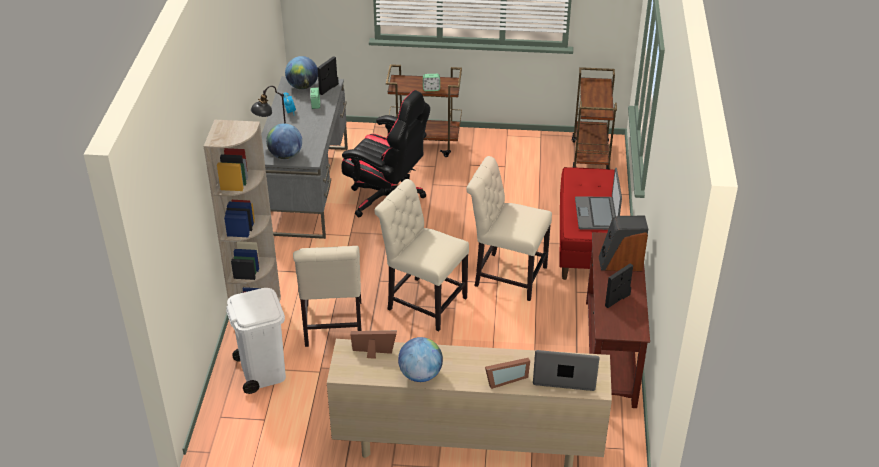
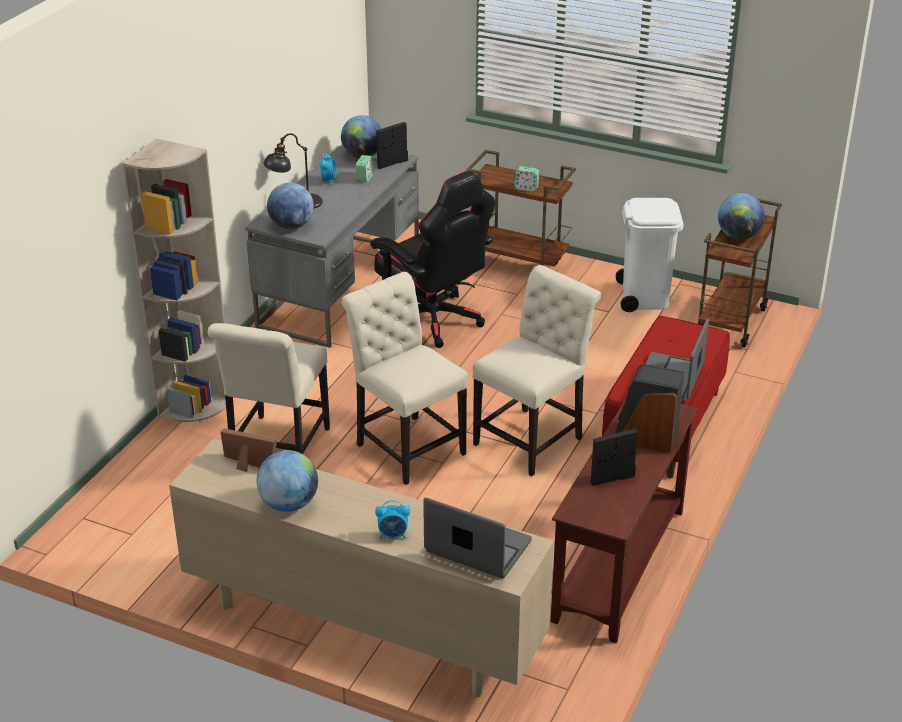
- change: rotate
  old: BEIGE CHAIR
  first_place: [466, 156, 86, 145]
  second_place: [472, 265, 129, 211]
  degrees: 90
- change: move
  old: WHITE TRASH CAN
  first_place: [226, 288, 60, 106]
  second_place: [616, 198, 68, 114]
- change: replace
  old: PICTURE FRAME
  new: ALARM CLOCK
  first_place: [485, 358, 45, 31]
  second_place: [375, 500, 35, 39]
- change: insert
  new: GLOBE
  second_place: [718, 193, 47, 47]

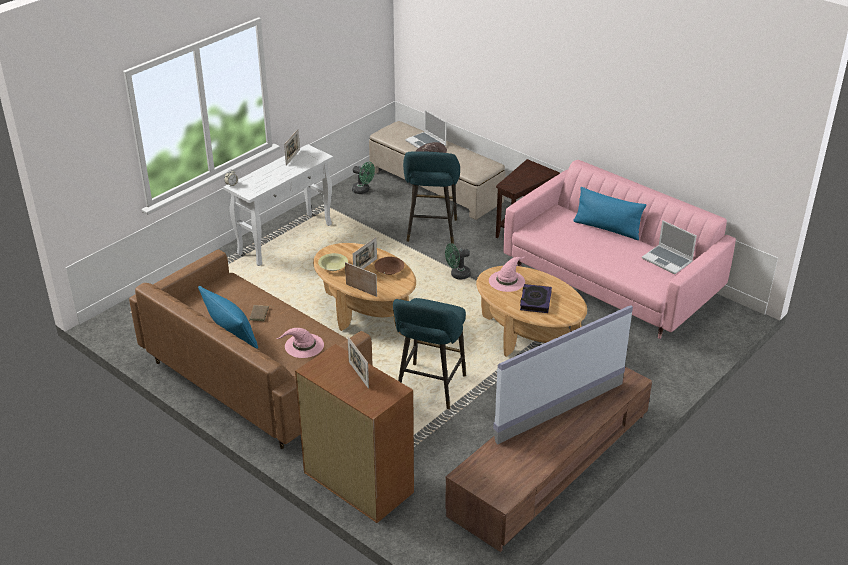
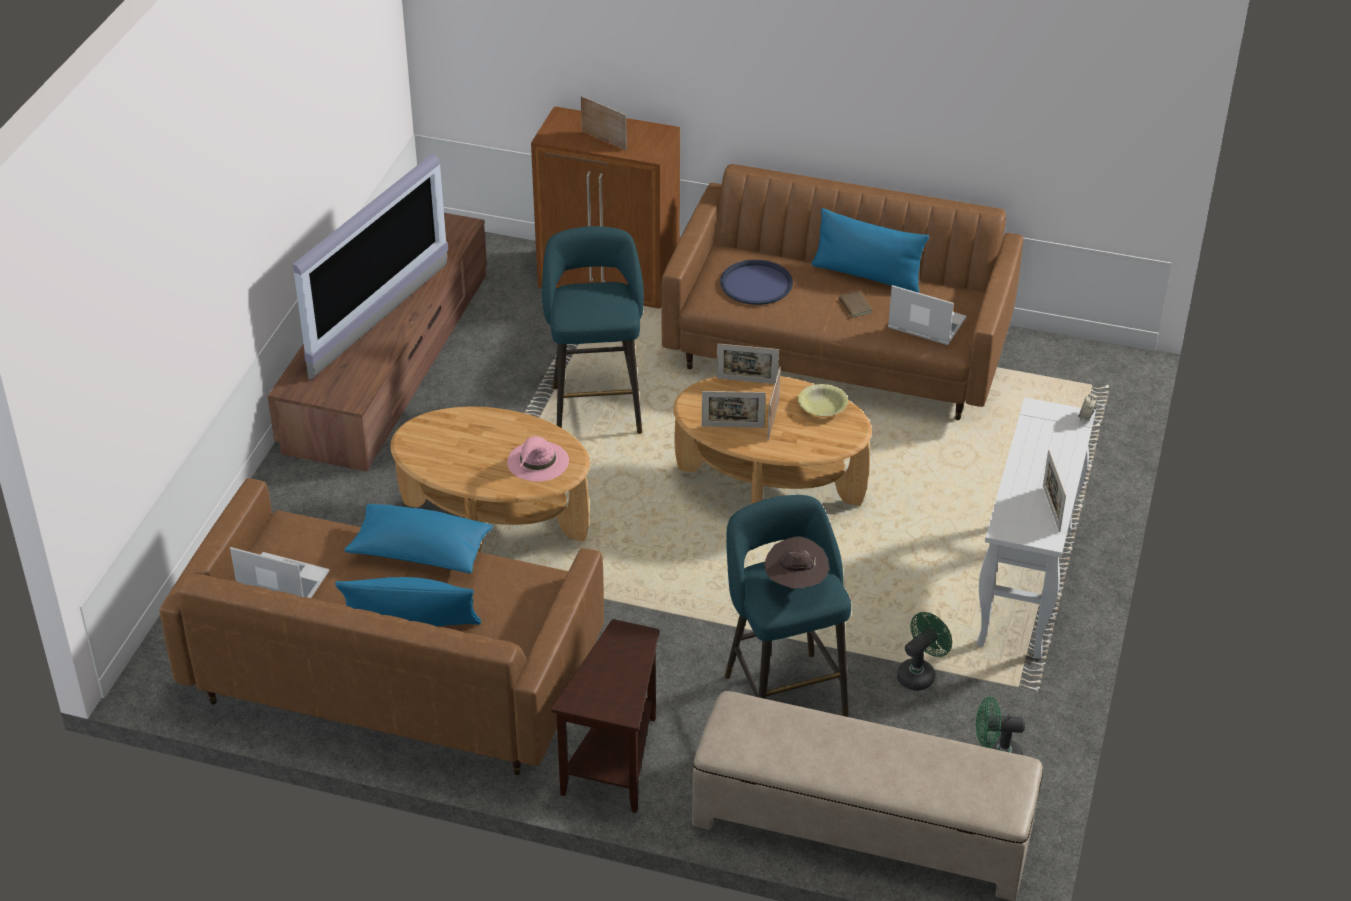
- change: move
  old: LAPTOP
  first_place: [405, 110, 42, 38]
  second_place: [888, 285, 78, 60]
- change: recolor
  old: PINK SOFA
  new: BROWN SOFA
  first_place: [503, 160, 233, 179]
  second_place: [159, 478, 445, 297]
- change: move
  old: GREEN FAN
  first_place: [445, 243, 26, 37]
  second_place: [897, 612, 55, 79]
- change: replace
  old: BROWN BOWL
  new: PICTURE FRAME
  first_place: [375, 257, 29, 18]
  second_place: [702, 391, 64, 37]
- change: delete
  old: BOOK
  first_place: [520, 284, 32, 29]
- change: replace
  old: PINK HAT
  new: BLUE TRAY
  first_place: [276, 328, 48, 30]
  second_place: [720, 260, 73, 45]
- change: insert
  new: BLUE PILLOW
  second_place: [344, 504, 149, 69]

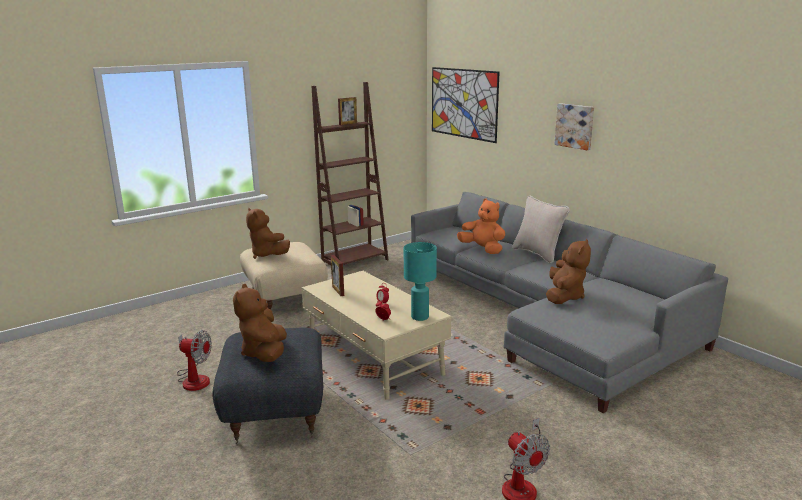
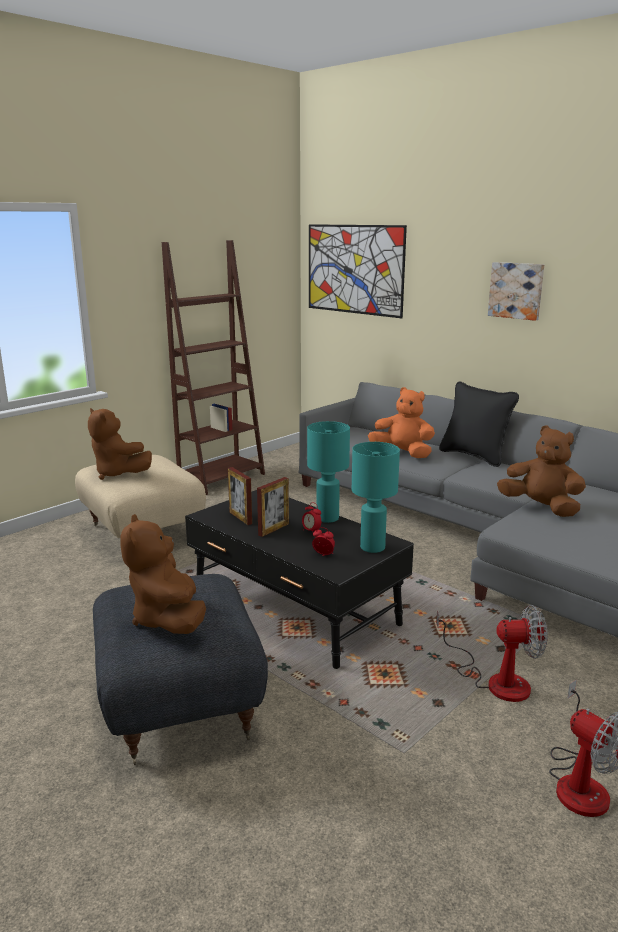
- change: move
  old: PICTURE FRAME
  first_place: [338, 97, 19, 28]
  second_place: [257, 477, 32, 60]
- change: recolor
  old: BEIGE PILLOW
  new: BLACK PILLOW
  first_place: [512, 196, 57, 68]
  second_place: [439, 382, 80, 85]
- change: rotate
  old: BROWN PLUSH TOY
  first_place: [546, 239, 45, 65]
  second_place: [497, 426, 89, 91]
  degrees: -60
- change: recolor
  old: BEIGE COFFEE TABLE
  new: BLACK COFFEE TABLE
  first_place: [301, 271, 150, 129]
  second_place: [185, 490, 229, 179]
- change: move
  old: FAN
  first_place: [177, 330, 35, 61]
  second_place: [436, 605, 112, 97]
- change: insert
  new: TURQUOISE TABLE LAMP
  second_place: [307, 421, 43, 102]

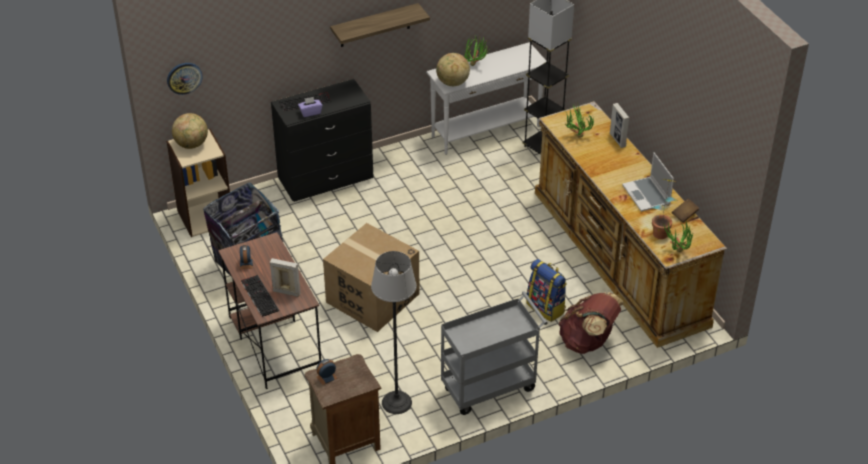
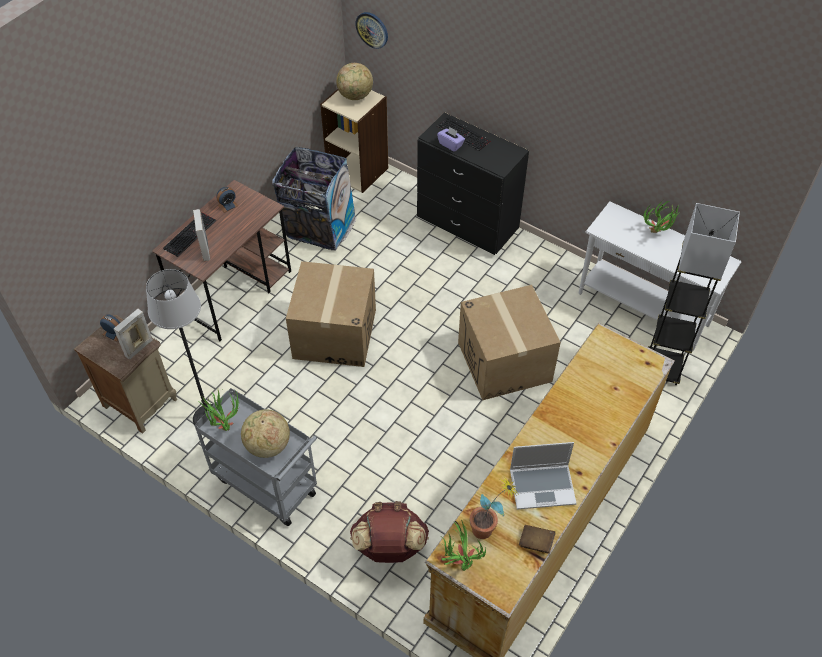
- change: delete
  old: SHELF
  first_place: [330, 3, 100, 44]
- change: move
  old: GLOBE
  first_place: [436, 53, 34, 33]
  second_place: [241, 409, 49, 49]
- change: move
  old: POTTED PLANT
  first_place: [565, 102, 29, 36]
  second_place: [197, 390, 42, 41]
- change: move
  old: PICTURE FRAME
  first_place: [610, 103, 19, 45]
  second_place: [114, 309, 39, 51]
- change: rotate
  old: LAPTOP
  first_place: [622, 152, 52, 60]
  second_place: [510, 442, 67, 68]
  degrees: -135
- change: delete
  old: BACKPACK
  first_place: [526, 259, 41, 63]
- change: insert
  new: CARDBOARD BOX
  second_place: [458, 285, 103, 115]

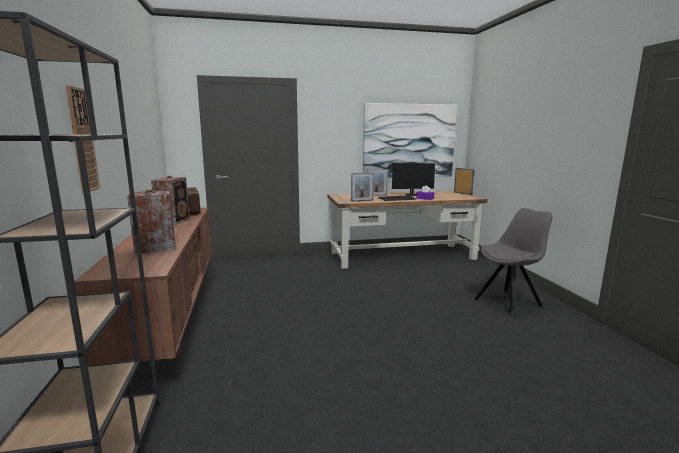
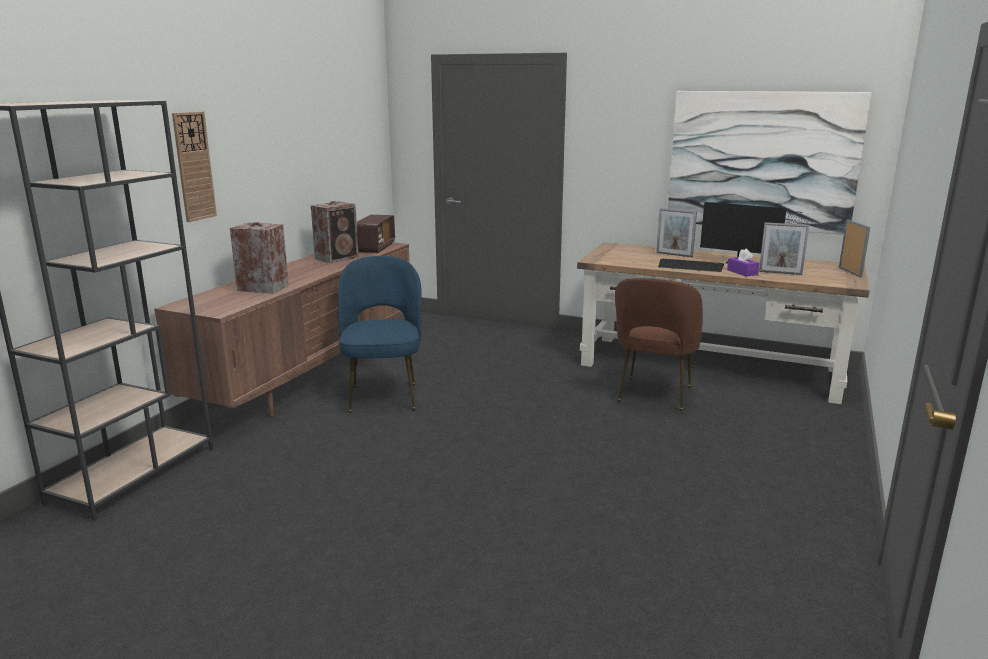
- change: move
  old: PICTURE FRAME
  first_place: [351, 172, 23, 30]
  second_place: [759, 222, 50, 53]
- change: delete
  old: GREY CHAIR
  first_place: [474, 208, 79, 109]
- change: insert
  new: BLUE CHAIR
  second_place: [338, 256, 84, 157]
- change: insert
  new: BROWN CHAIR
  second_place: [615, 278, 88, 133]

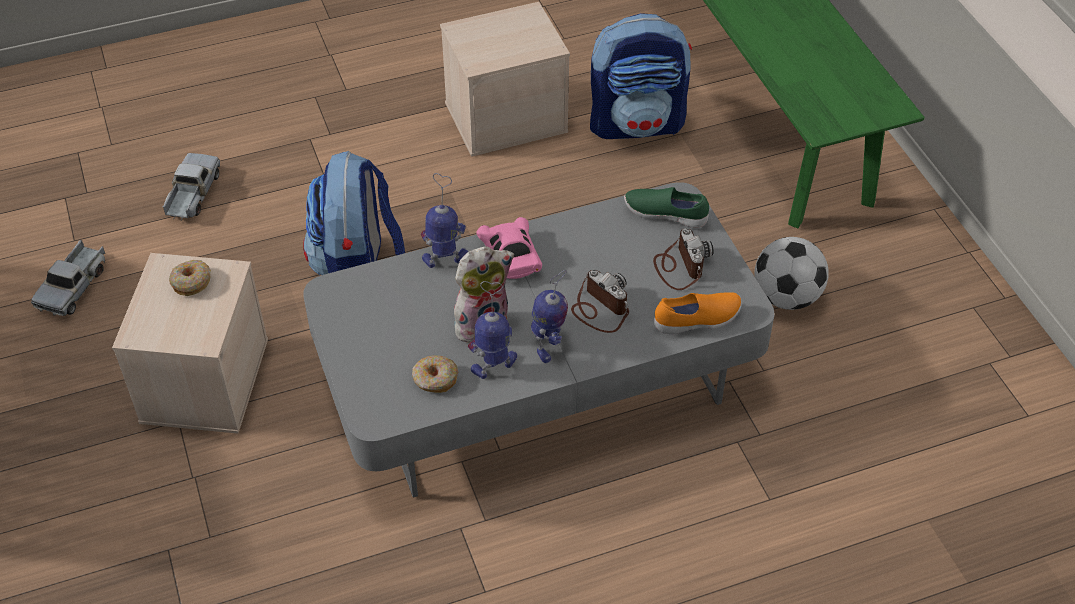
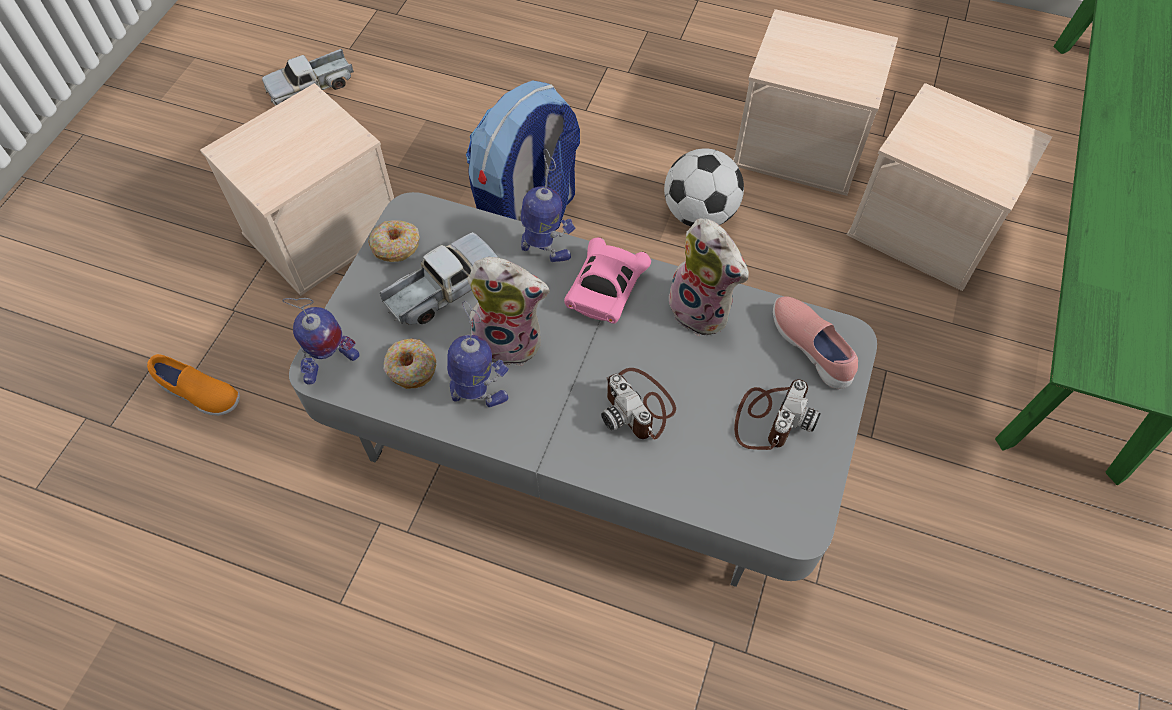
- change: replace
  old: BACKPACK
  new: BEIGE STORAGE BOX
  first_place: [590, 13, 102, 126]
  second_place: [847, 83, 205, 208]
- change: move
  old: TOY TRUCK
  first_place: [163, 153, 57, 67]
  second_place: [380, 232, 119, 93]
- change: recolor
  old: GREEN SHOE
  new: PINK SHOE
  first_place: [624, 187, 85, 41]
  second_place: [773, 296, 85, 93]
- change: move
  old: FOOTBALL
  first_place: [755, 237, 74, 73]
  second_place: [664, 148, 80, 79]
- change: move
  old: DONUT
  first_place: [169, 260, 42, 36]
  second_place: [368, 220, 52, 42]
- change: move
  old: TOY ROBOT
  first_place: [531, 270, 37, 93]
  second_place: [282, 298, 78, 87]
- change: rotate
  old: PHOTO CAMERA
  first_place: [571, 270, 58, 63]
  second_place: [601, 368, 75, 72]
  degrees: 150
- change: move
  old: ORANGE SHOE
  first_place: [654, 292, 88, 42]
  second_place: [147, 354, 93, 62]
- change: insert
  new: PLUSH TOY
  second_place: [663, 218, 86, 118]

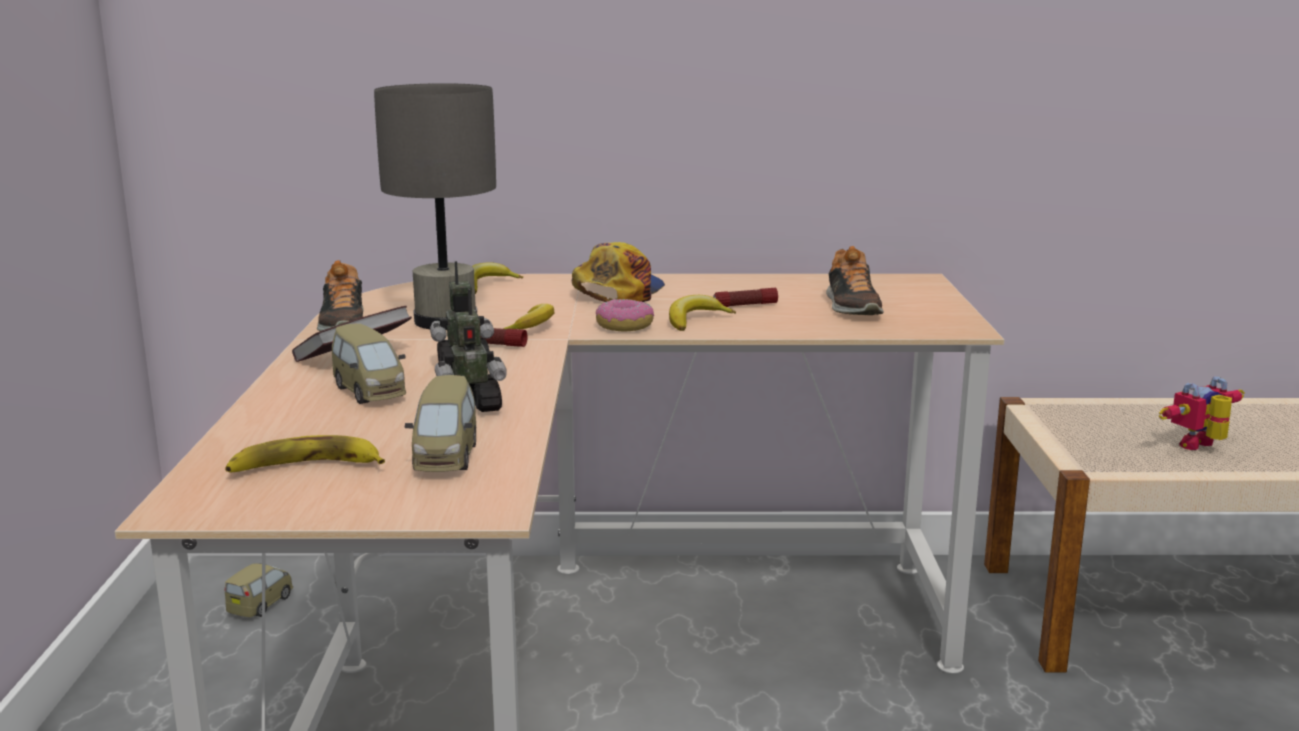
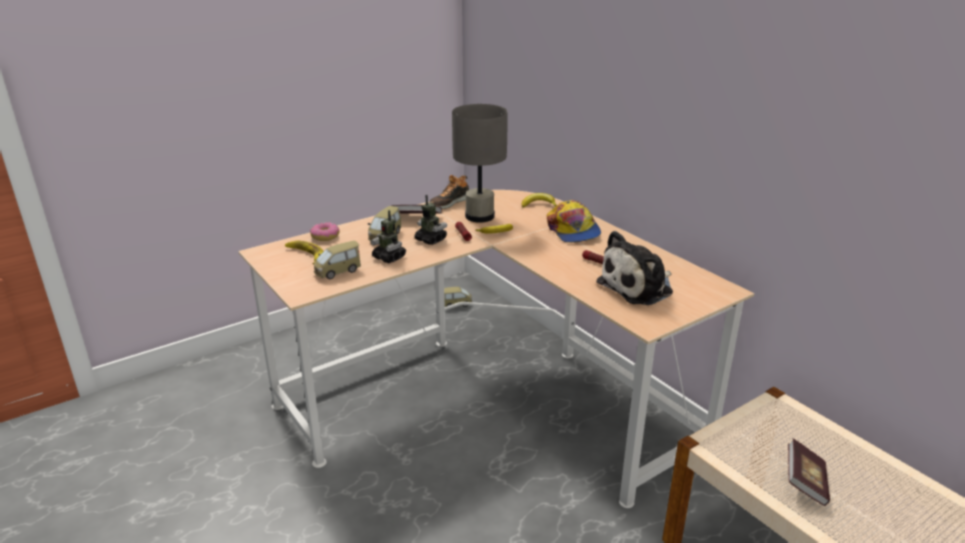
- change: rotate
  old: CAP
  first_place: [572, 242, 93, 60]
  second_place: [546, 200, 55, 43]
  degrees: 90
- change: replace
  old: SHOE
  new: PLUSH TOY
  first_place: [826, 246, 58, 69]
  second_place: [596, 231, 77, 74]
- change: delete
  old: BANANA
  first_place: [669, 295, 67, 36]
- change: move
  old: DONUT
  first_place: [596, 299, 58, 32]
  second_place: [310, 222, 29, 19]
- change: replace
  old: TOY ROBOT
  new: BOOK
  first_place: [1159, 377, 86, 73]
  second_place: [788, 439, 42, 67]

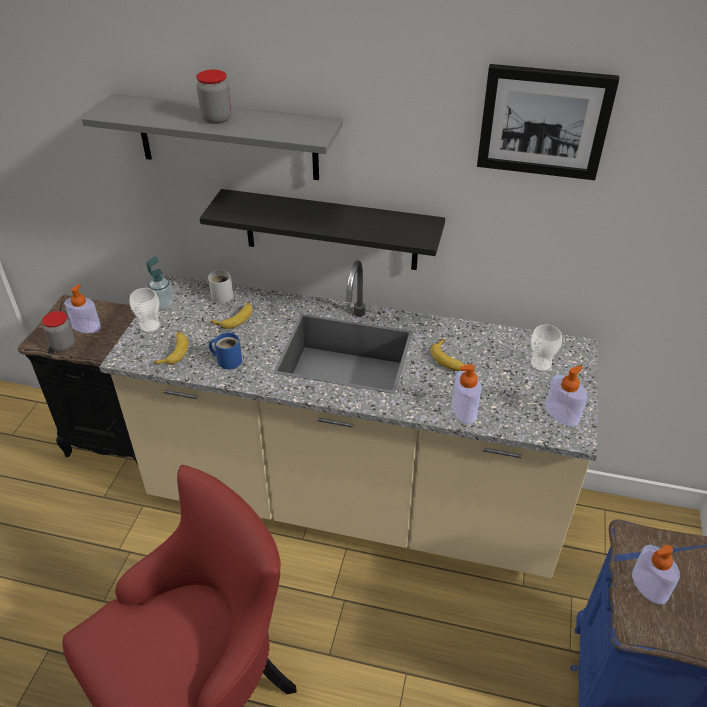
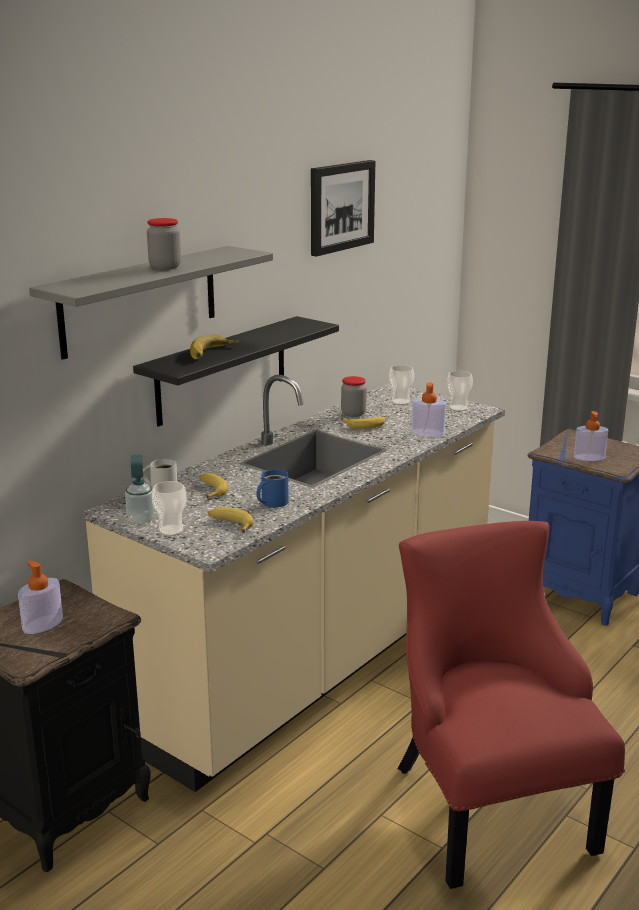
- change: move
  old: JAR
  first_place: [42, 311, 33, 41]
  second_place: [341, 376, 26, 41]
- change: replace
  old: SOAP DISPENSER
  new: CUP
  first_place: [546, 365, 41, 62]
  second_place: [447, 371, 26, 40]
- change: insert
  new: BANANA
  second_place: [190, 335, 49, 24]

